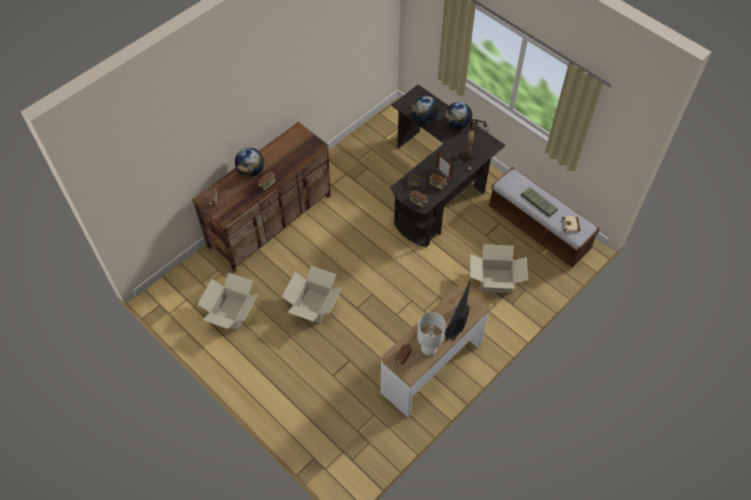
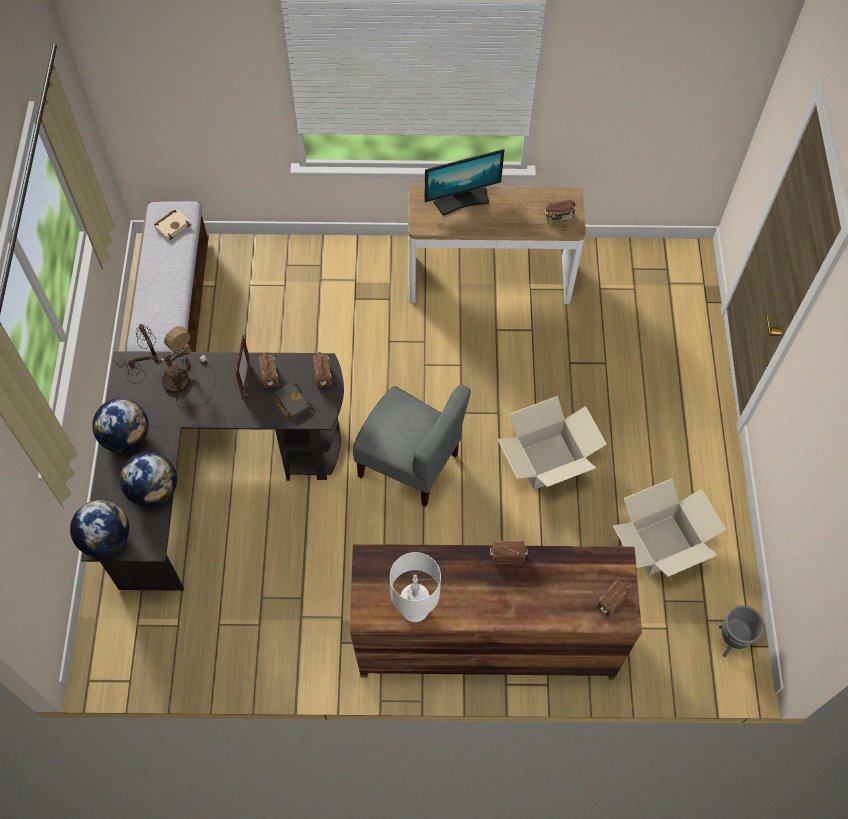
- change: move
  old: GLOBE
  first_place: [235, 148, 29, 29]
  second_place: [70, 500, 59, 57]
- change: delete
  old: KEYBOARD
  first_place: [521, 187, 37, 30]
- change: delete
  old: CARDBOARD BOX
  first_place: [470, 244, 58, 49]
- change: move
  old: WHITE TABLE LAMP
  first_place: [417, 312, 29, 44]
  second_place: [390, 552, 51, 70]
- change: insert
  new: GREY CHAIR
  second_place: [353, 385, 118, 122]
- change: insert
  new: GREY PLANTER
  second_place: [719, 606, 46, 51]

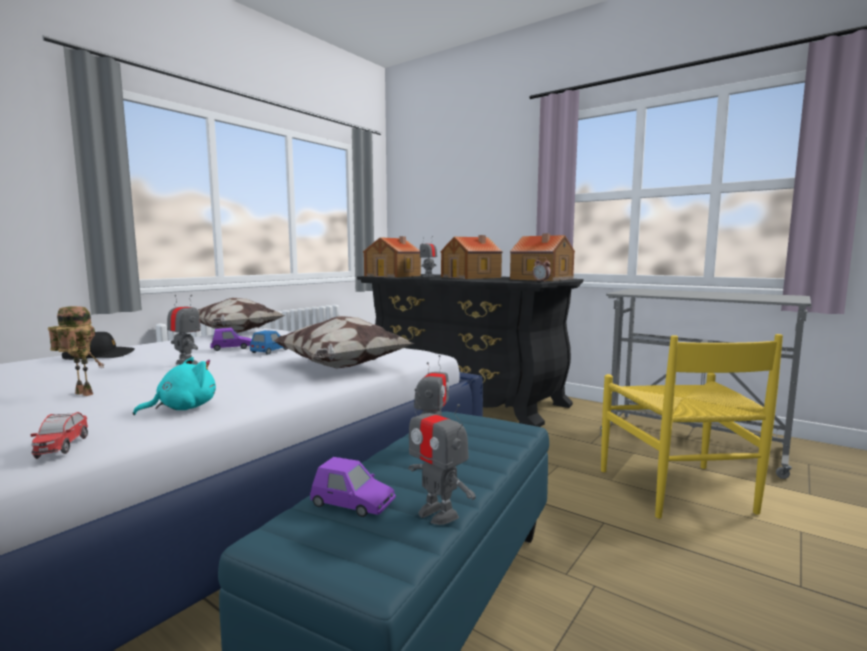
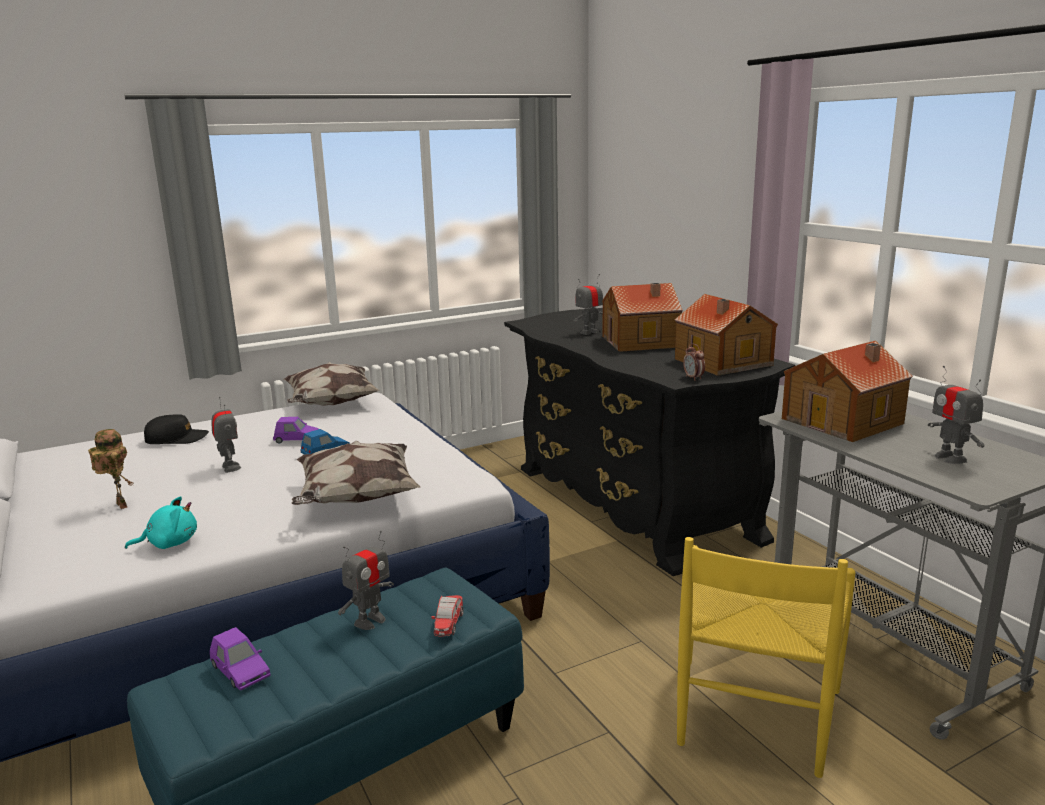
- change: move
  old: TOY HOUSE
  first_place: [363, 236, 58, 42]
  second_place: [782, 340, 131, 102]
- change: move
  old: TOY ROBOT
  first_place: [408, 388, 68, 137]
  second_place: [928, 366, 57, 98]
- change: move
  old: TOY CAR
  first_place: [31, 412, 57, 47]
  second_place: [431, 595, 32, 41]

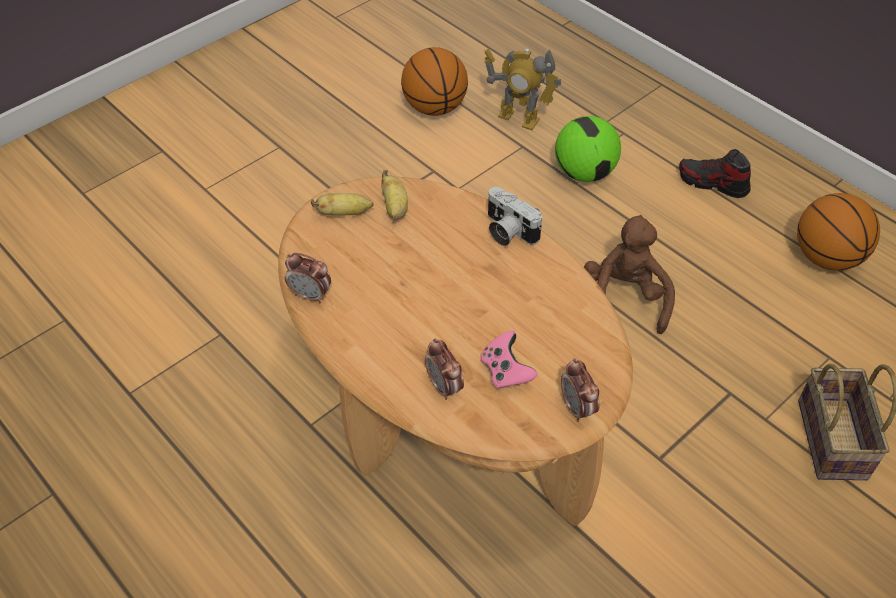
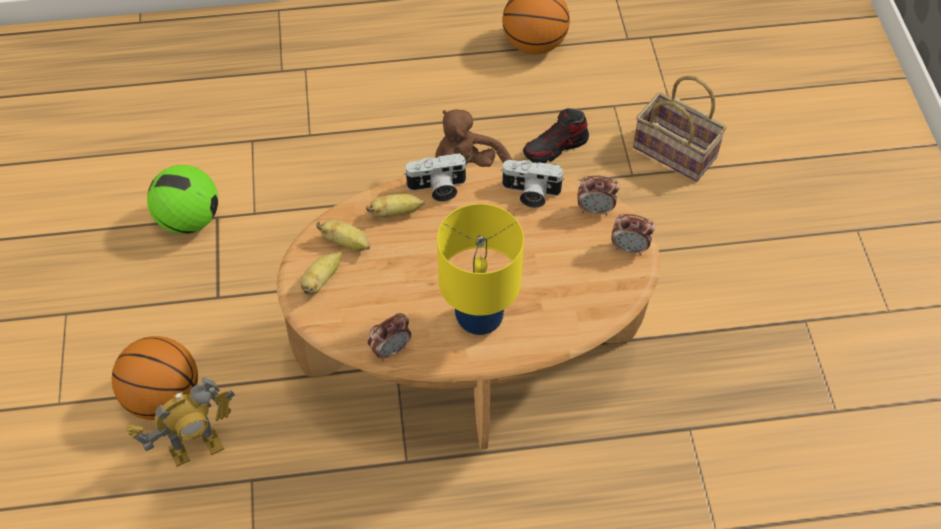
- change: move
  old: BASKETBALL
  first_place: [401, 47, 67, 69]
  second_place: [112, 336, 86, 84]
- change: move
  old: TOY ROBOT
  first_place: [485, 49, 76, 81]
  second_place: [126, 377, 109, 90]
- change: move
  old: FOOTBALL
  first_place: [555, 116, 66, 66]
  second_place: [147, 165, 71, 69]
- change: move
  old: SHOE
  first_place: [679, 149, 72, 49]
  second_place: [523, 108, 66, 55]
- change: delete
  old: PINK GAME CONTROLLER
  first_place: [480, 331, 57, 58]
- change: move
  old: ALARM CLOCK
  first_place: [425, 338, 39, 62]
  second_place: [577, 175, 42, 40]
- change: insert
  new: PHOTO CAMERA
  second_place: [501, 160, 64, 48]
- change: insert
  new: BANANA
  second_place: [366, 194, 59, 24]
- change: insert
  new: YELLOW TABLE LAMP
  second_place: [437, 204, 87, 131]

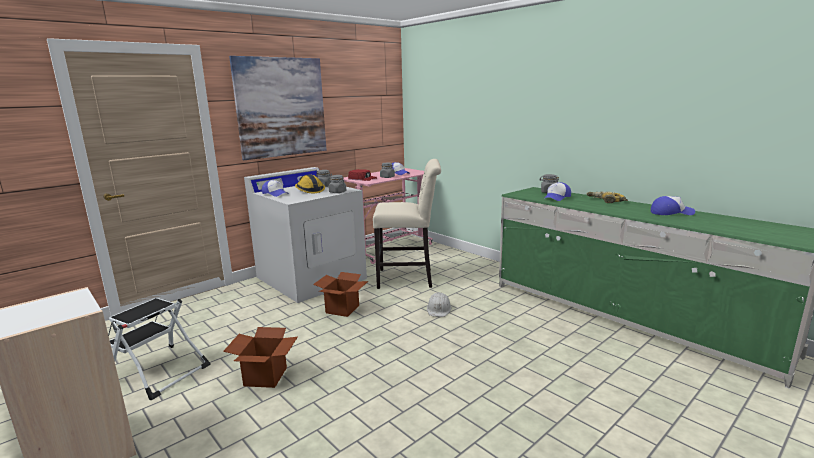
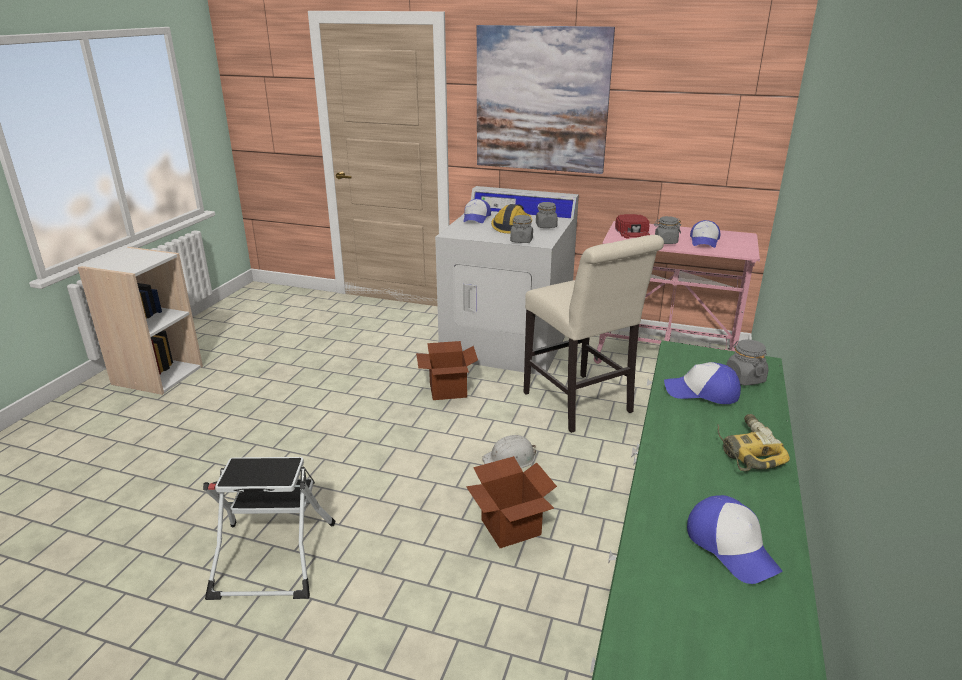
- change: move
  old: STEP LADDER
  first_place: [108, 298, 103, 102]
  second_place: [203, 457, 133, 143]
- change: move
  old: CARDBOARD BOX
  first_place: [223, 327, 75, 61]
  second_place: [466, 456, 91, 92]

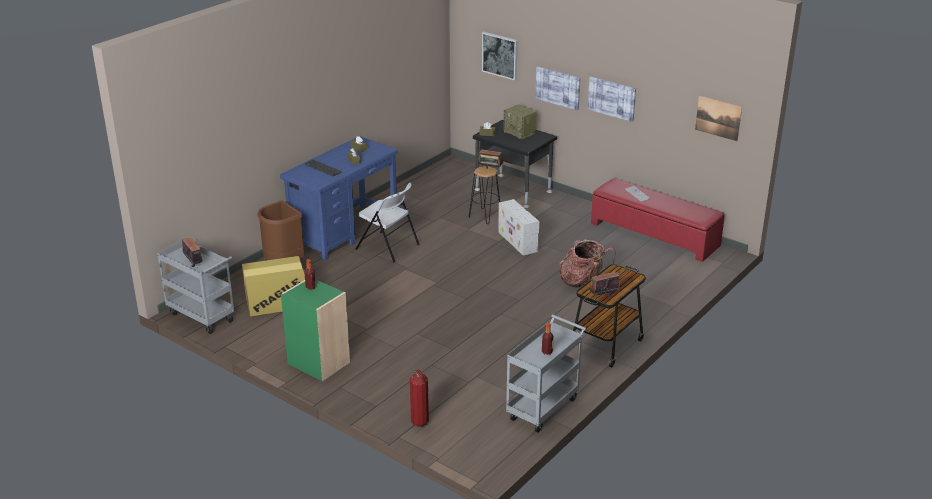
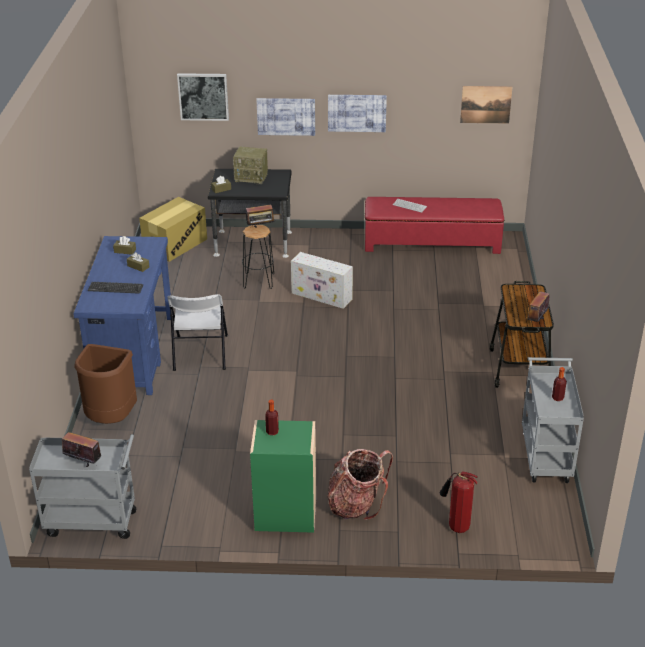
- change: rotate
  old: WHITE CHAIR
  first_place: [356, 183, 64, 80]
  second_place: [167, 294, 61, 77]
  degrees: 90
- change: move
  old: BACKPACK
  first_place: [560, 239, 56, 49]
  second_place: [328, 449, 65, 71]
- change: move
  old: CARDBOARD BOX
  first_place: [242, 256, 63, 60]
  second_place: [139, 197, 68, 65]

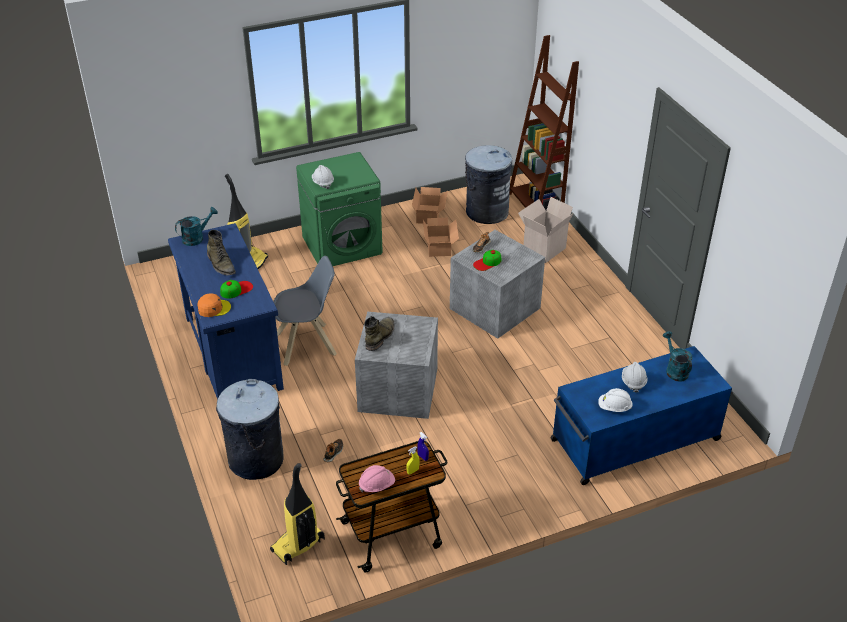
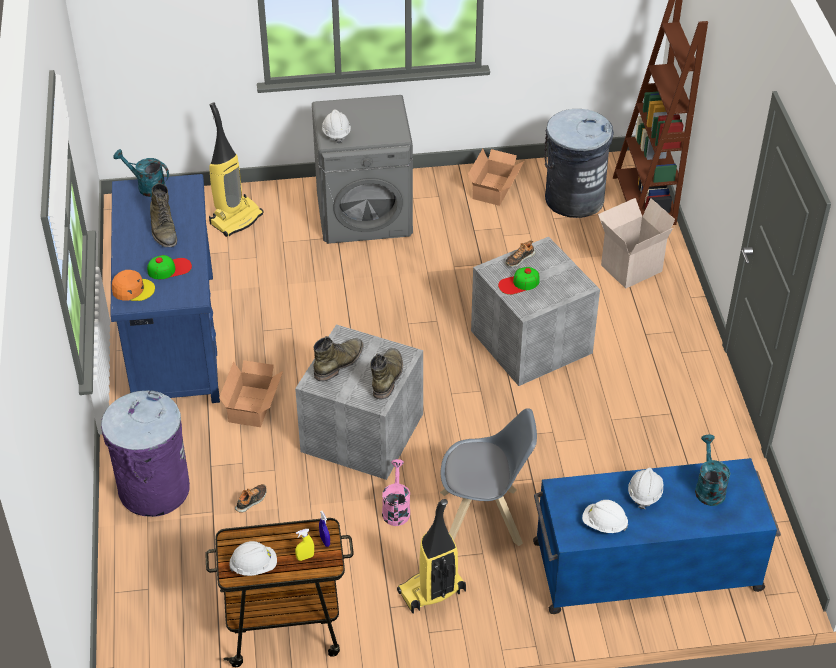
- change: recolor
  old: GREEN WASHING MACHINE
  new: GREY WASHING MACHINE
  first_place: [296, 152, 87, 114]
  second_place: [312, 95, 101, 149]
- change: rotate
  old: TURQUOISE WATERING CAN
  first_place: [175, 207, 43, 39]
  second_place: [113, 149, 56, 48]
  degrees: -135
- change: move
  old: CARDBOARD BOX
  first_place: [423, 218, 36, 39]
  second_place: [219, 360, 64, 67]
- change: move
  old: GREY CHAIR
  first_place: [273, 256, 64, 110]
  second_place: [440, 408, 97, 138]
- change: recolor
  old: GREY TRASH CAN
  new: PURPLE TRASH CAN
  first_place: [216, 379, 68, 101]
  second_place: [101, 391, 89, 126]
- change: move
  old: VACUUM CLEANER
  first_place: [270, 463, 55, 102]
  second_place: [397, 499, 69, 114]
- change: recolor
  old: PINK HARD HAT
  new: WHITE HARD HAT
  first_place: [359, 465, 36, 28]
  second_place: [229, 541, 48, 35]
- change: insert
  new: GREEN BOOT
  second_place: [370, 348, 33, 52]
- change: insert
  new: PINK WATERING CAN
  second_place: [382, 459, 28, 67]

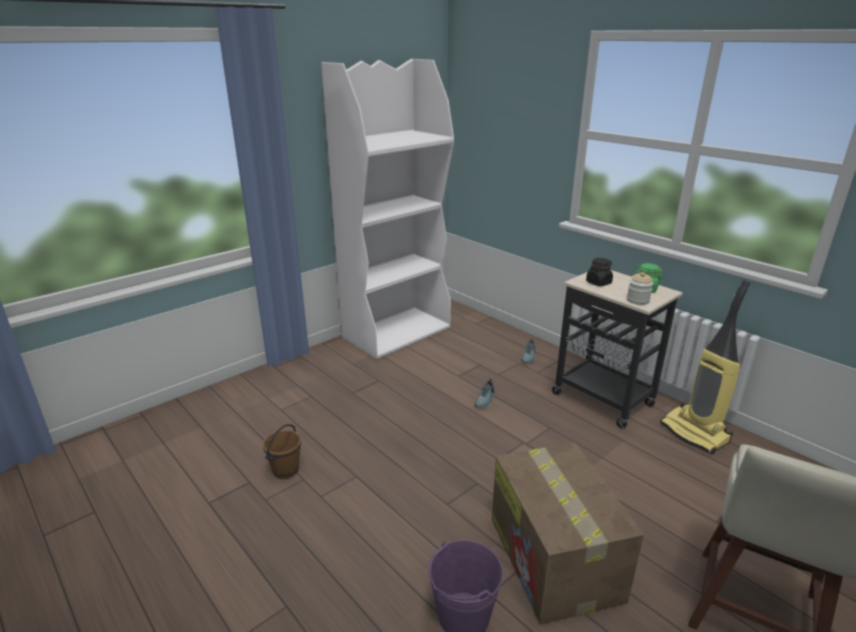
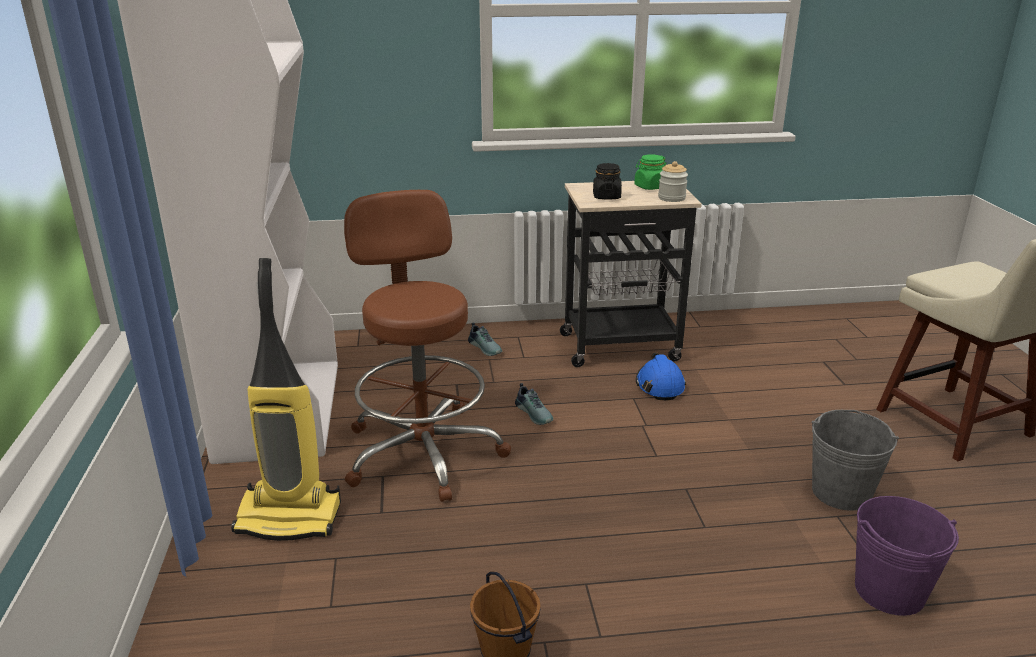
- change: move
  old: VACUUM CLEANER
  first_place: [660, 280, 90, 174]
  second_place: [231, 258, 110, 283]
- change: replace
  old: CARDBOARD BOX
  new: GREY BUCKET
  first_place: [492, 442, 152, 182]
  second_place: [812, 410, 87, 101]
- change: insert
  new: BROWN STOOL
  second_place: [344, 190, 167, 312]
- change: insert
  new: BLUE HARD HAT
  second_place: [636, 352, 50, 48]

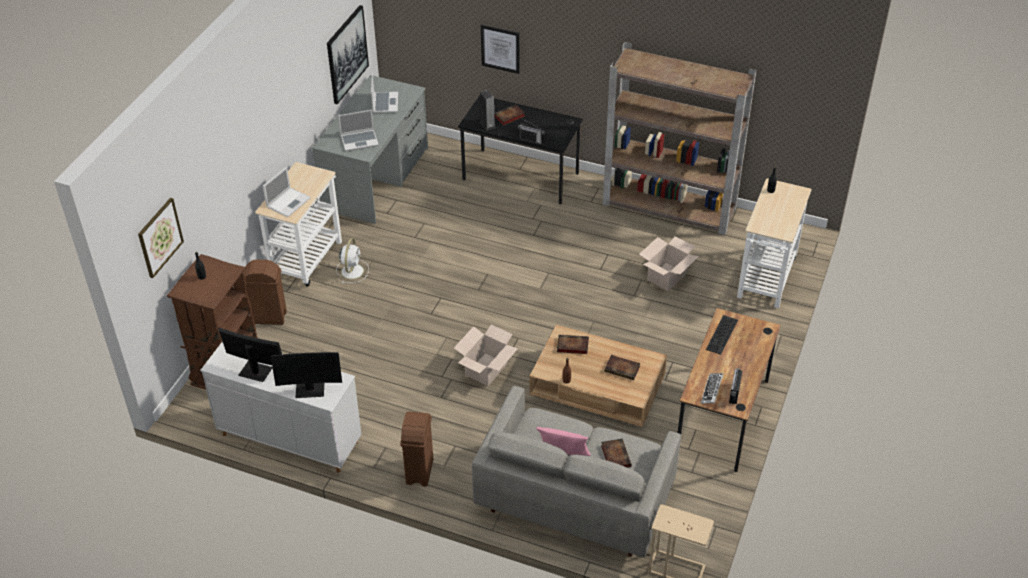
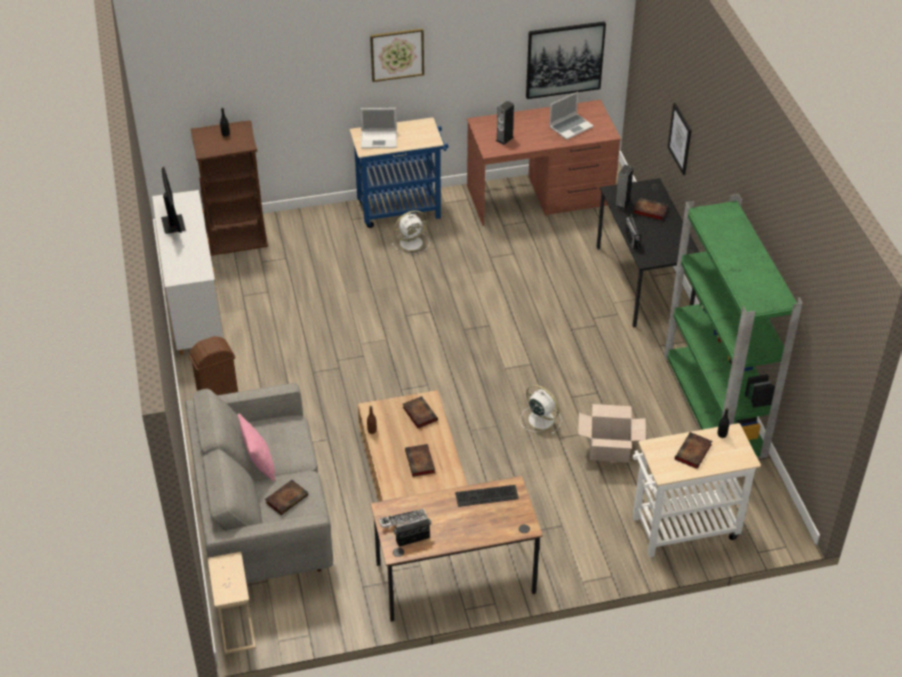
- change: recolor
  old: BROWN BOOKCASE
  new: GREEN BOOKCASE
  first_place: [603, 42, 154, 193]
  second_place: [664, 194, 139, 265]
- change: recolor
  old: GREY DESK
  new: BROWN DESK
  first_place: [312, 75, 116, 149]
  second_place: [467, 100, 154, 126]
- change: replace
  old: LAPTOP
  new: SPEAKER
  first_place: [338, 110, 41, 41]
  second_place: [496, 101, 18, 44]
- change: recolor
  old: WHITE CART
  new: BLUE CART
  first_place: [255, 162, 87, 125]
  second_place: [350, 117, 98, 111]
- change: move
  old: PICTURE
  first_place: [138, 198, 46, 80]
  second_place: [370, 28, 54, 54]
- change: delete
  old: BROWN TRASH CAN
  first_place: [244, 260, 43, 65]
- change: delete
  old: CARDBOARD BOX
  first_place: [454, 325, 64, 61]
- change: delete
  old: MONITOR
  first_place: [271, 352, 71, 46]
- change: insert
  new: WHITE FAN
  second_place: [520, 385, 42, 49]
- change: insert
  new: BOOK
  second_place: [675, 432, 37, 37]

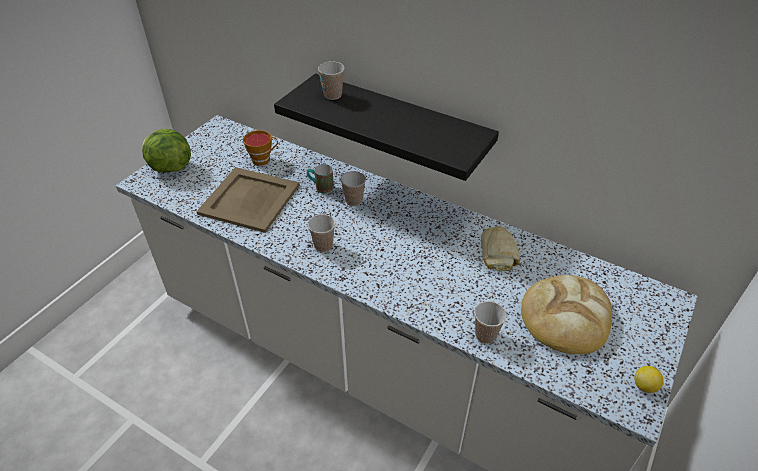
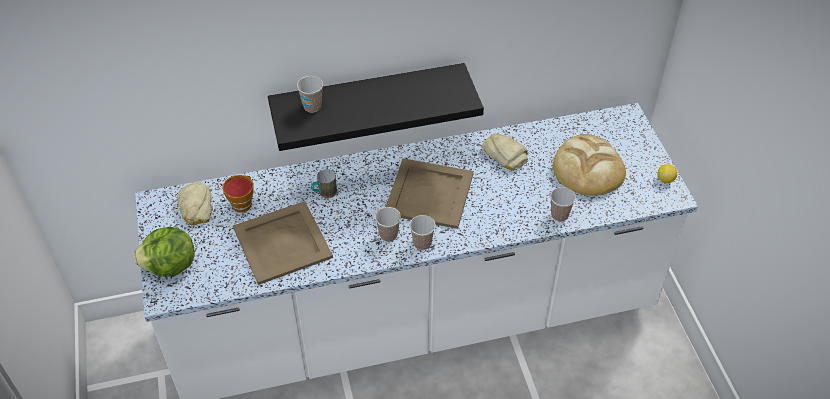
- change: move
  old: CUP
  first_place: [341, 171, 25, 35]
  second_place: [410, 215, 26, 35]
- change: insert
  new: BEIGE TRAY
  second_place: [386, 158, 88, 71]
- change: insert
  new: BREAD
  second_place: [177, 182, 35, 43]

